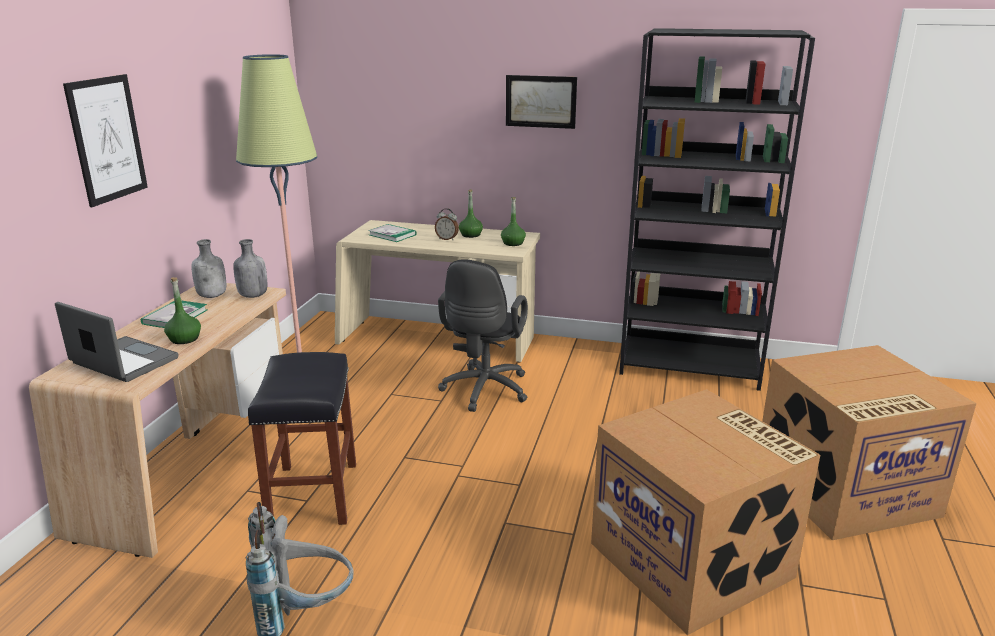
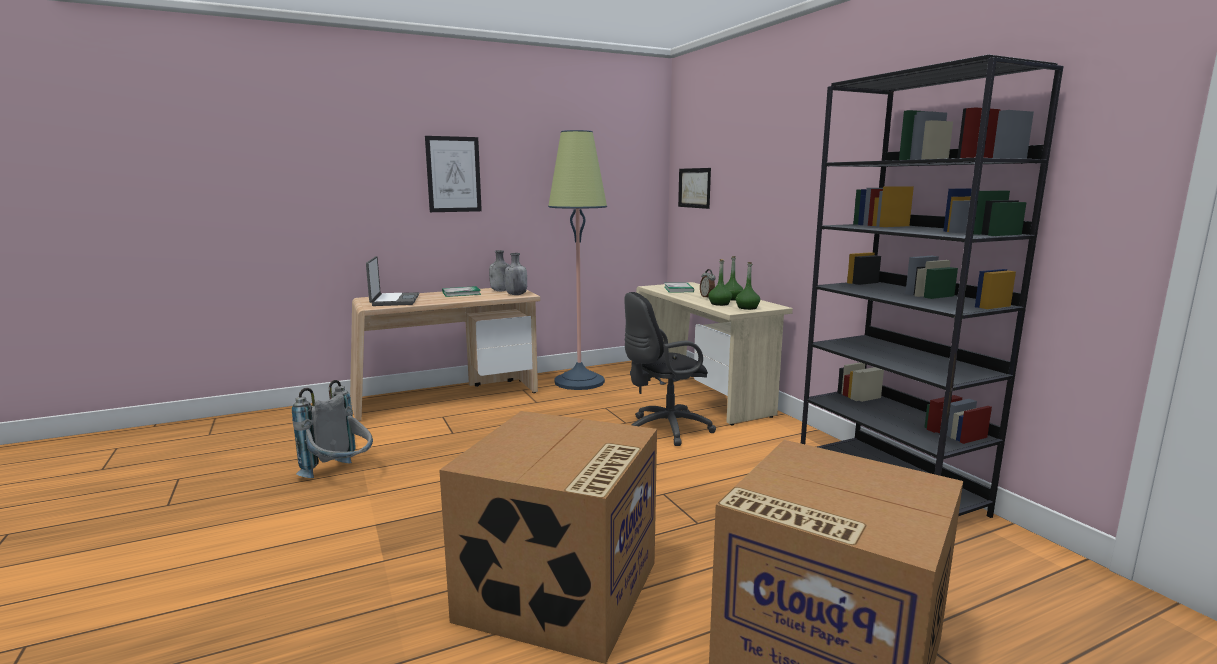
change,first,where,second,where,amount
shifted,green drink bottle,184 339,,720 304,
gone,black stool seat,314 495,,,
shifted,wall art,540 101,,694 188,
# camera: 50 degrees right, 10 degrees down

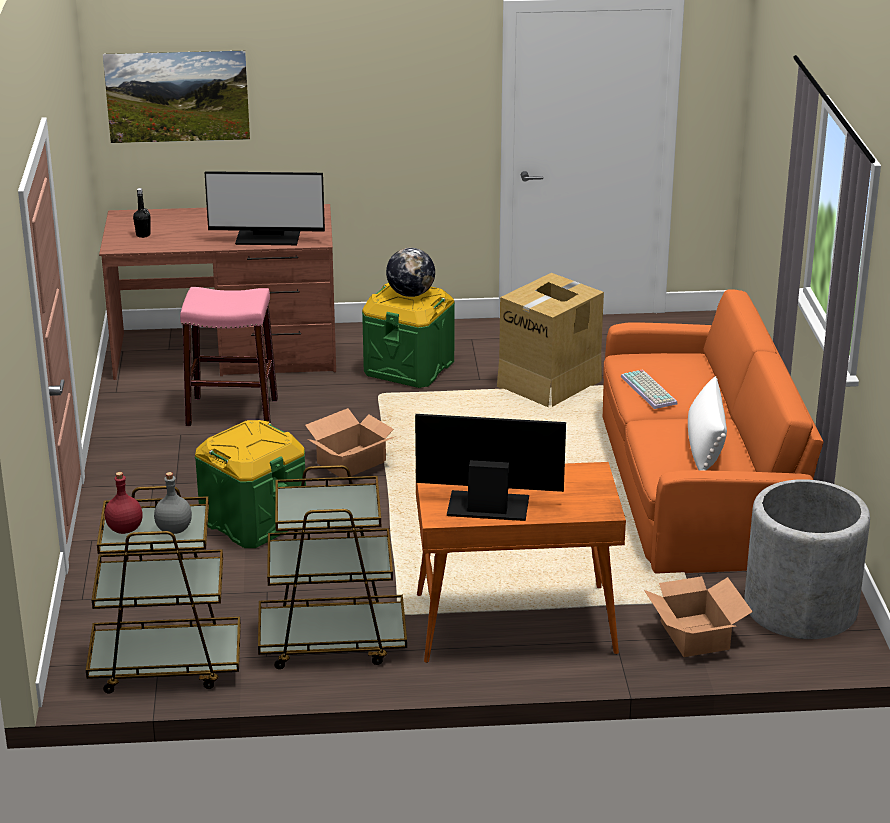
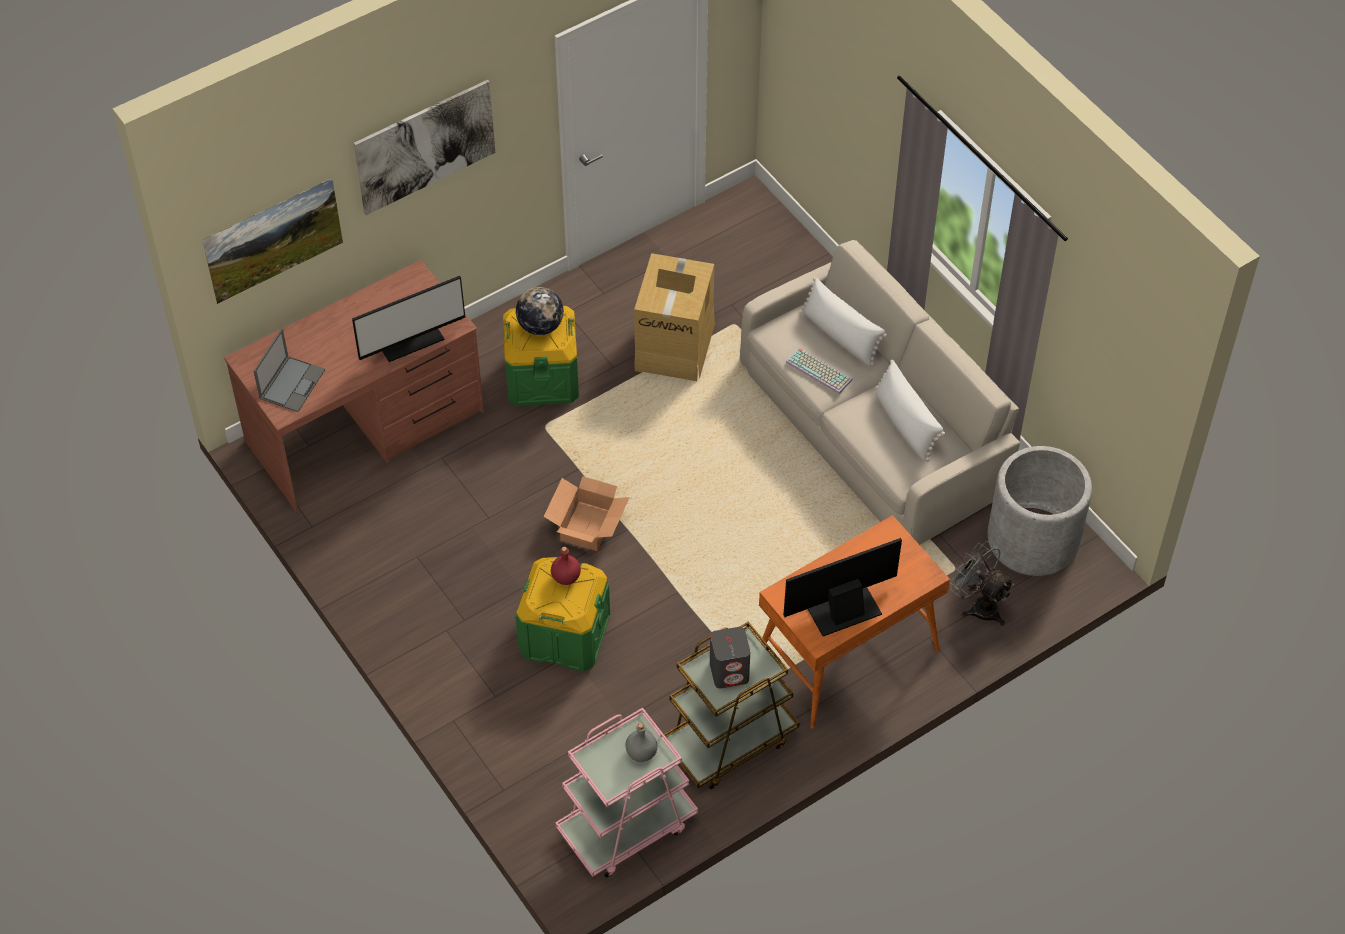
change,first,where,second,where,amount
repainted,brown wheeled cart,165 665,pinkish wheeled cart,626 826,
shifted,red-coloured drink bottle,124 529,,565 577,
swapped,black drink bottle,143 235,laptop,292 383,
gone,pinkish stool seat,232 412,,,
repainted,orangey sofa,698 482,beige sofa,874 424,
swapped,packing box,694 636,grey cooling fan,979 605,
new,,,wall art,425 146,
new,,,grey loudspeaker,729 672,
new,,,whitish cushion,840 335,
# camera: 30 degrees left, 25 degrees up

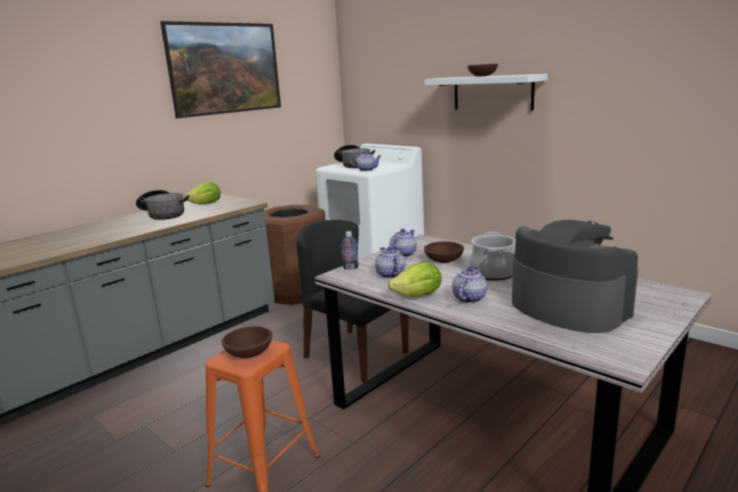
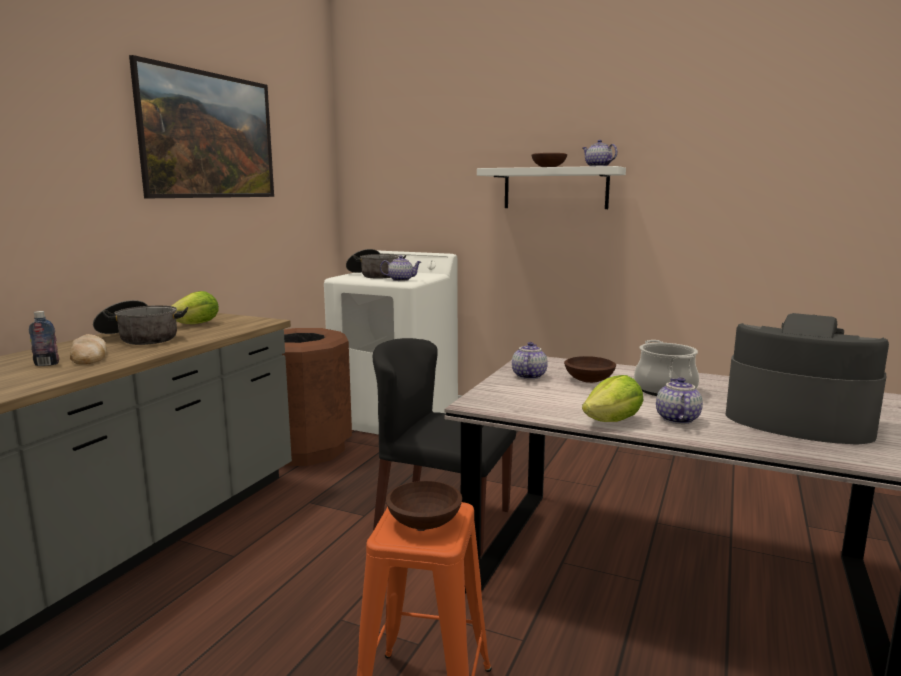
change,first,where,second,where,amount
shifted,drink bottle,351 268,,46 364,
shifted,tea pot,389 275,,597 166,
new,,,bakery bread,89 355,
# camera: 20 degrees left, 5 degrees down

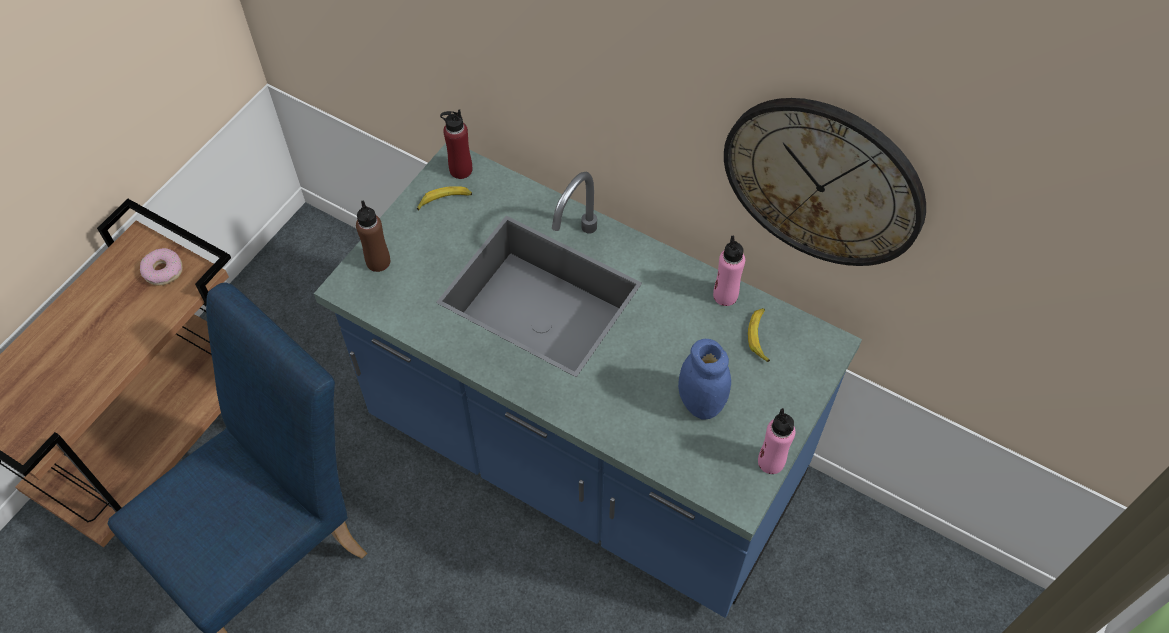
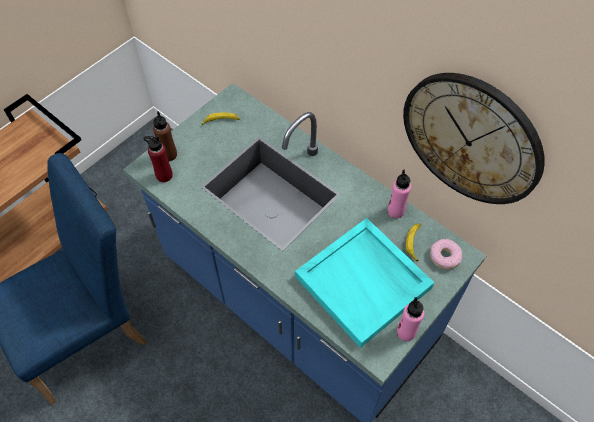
change,first,where,second,where,amount
shifted,donut,163 271,,445 256,
shifted,red-coloured drink bottle,460 170,,164 175,
swapped,blue storage jar,700 403,turquoise carrying tray,364 282,
# camera: 10 degrees right, 0 degrees up

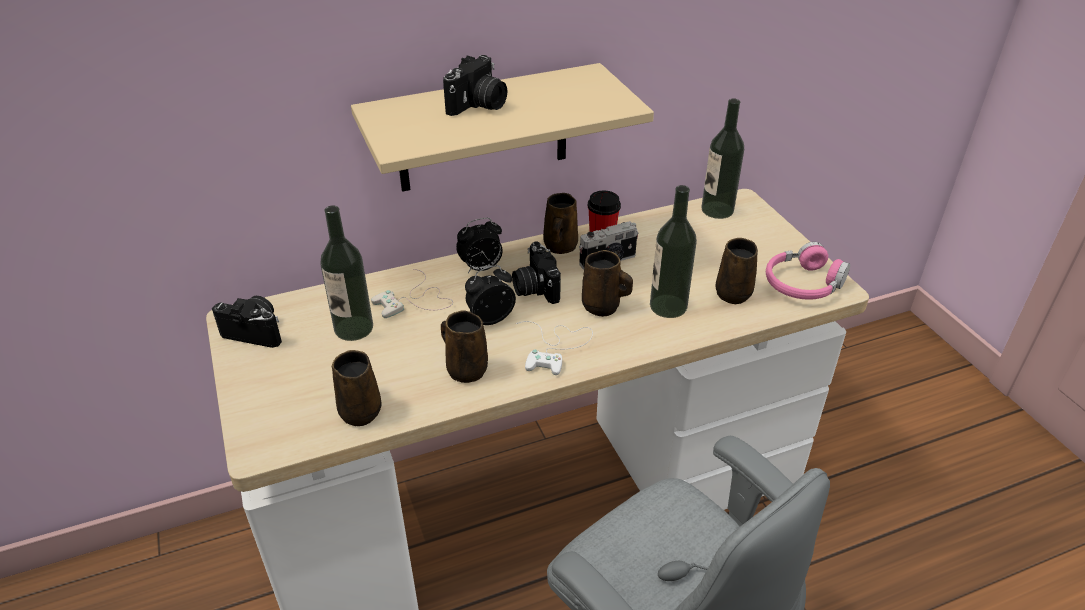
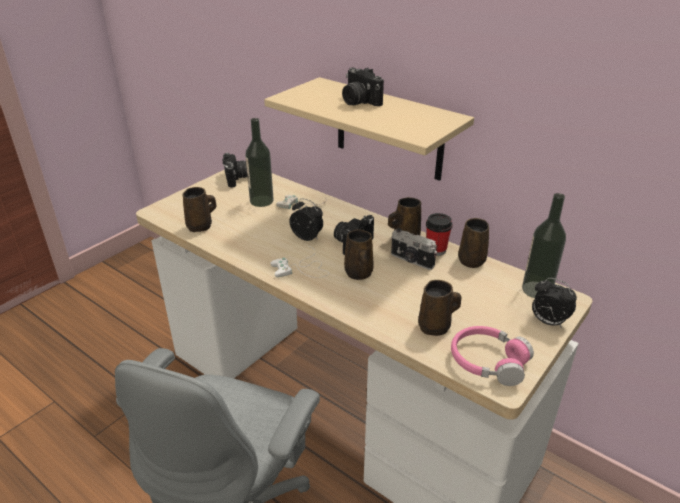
change,first,where,second,where,amount
shifted,brown mug,465 369,,472 260,
rotated,still camera,478 106,,358 101,45 degrees clockwise
shifted,bedside clock,481 268,,547 322,
gone,drink bottle,668 306,,,
# camera: 60 degrees right, 5 degrees down

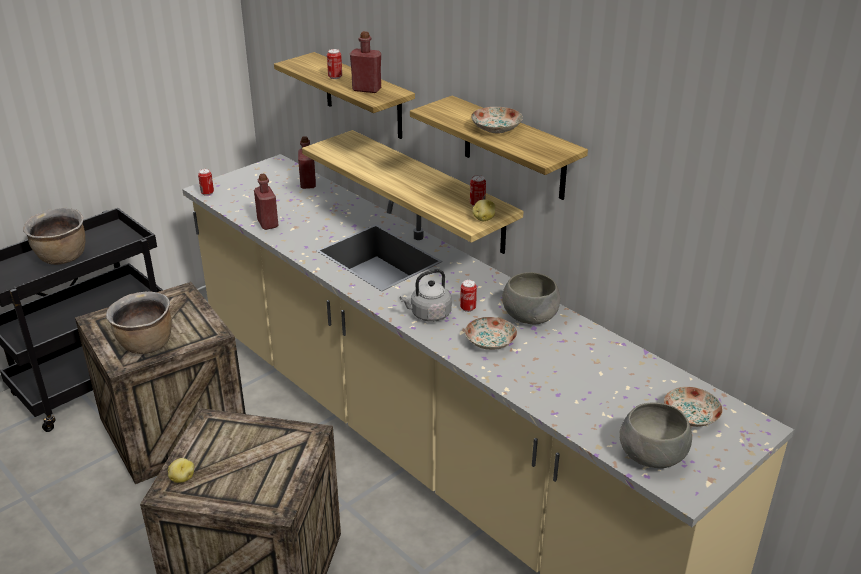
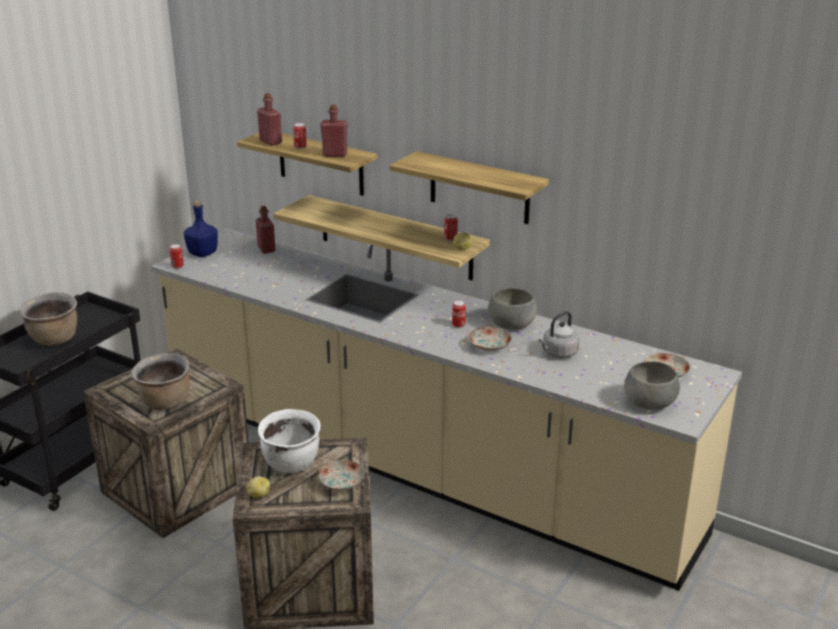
change,first,where,second,where,amount
shifted,red-coloured drink bottle,268 223,,270 142,
shifted,grey tea kettle,428 315,,558 353,
shifted,flat dish,496 128,,341 483,
new,,,blue drink bottle,202 253,
new,,,whitish saucepot,292 464,
# camera: 15 degrees left, 5 degrees down

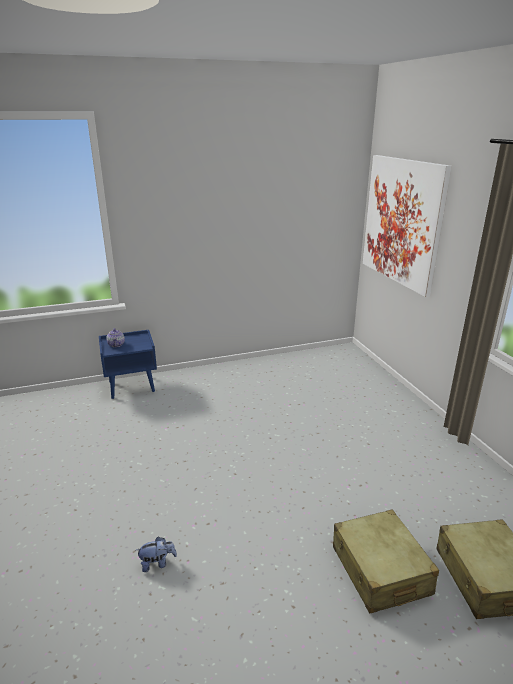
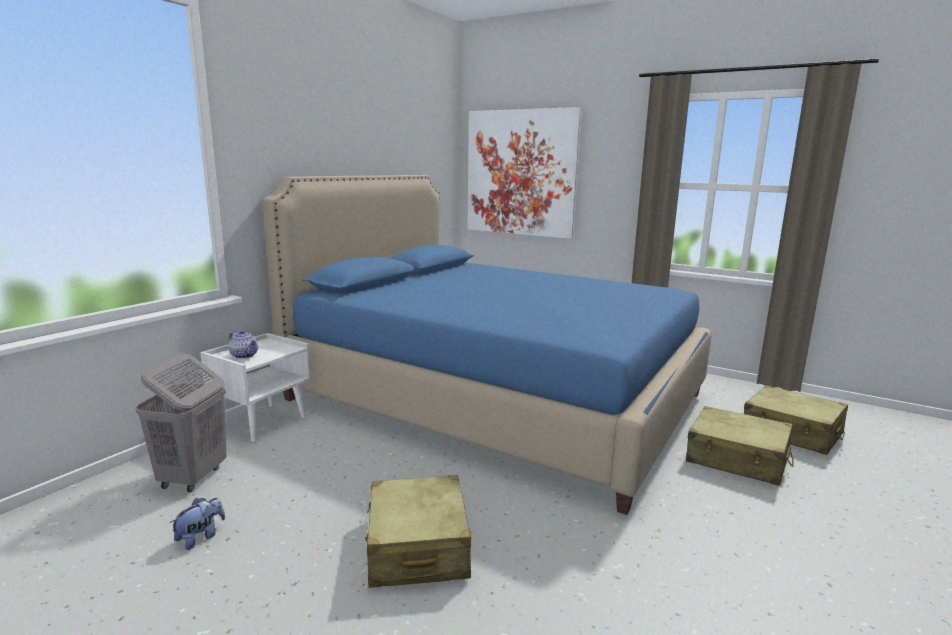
change,first,where,second,where,amount
repainted,blue nightstand,132 386,whitish nightstand,263 422,
shifted,soft toy,157 563,,200 537,
new,,,grey laundry basket,192 478,
new,,,blue sleeping bed,496 397,
new,,,beige piece of luggage,417 547,
# camera: 40 degrees left, 10 degrees down

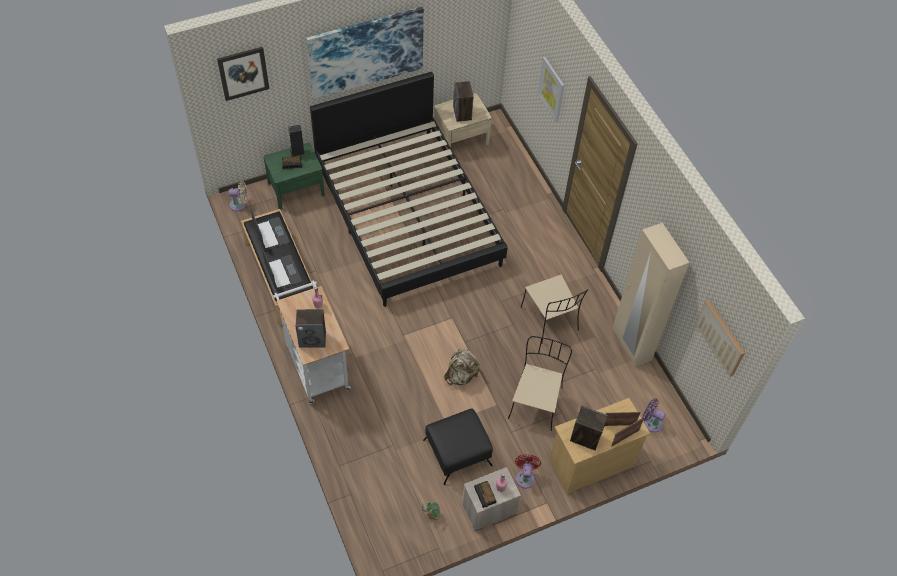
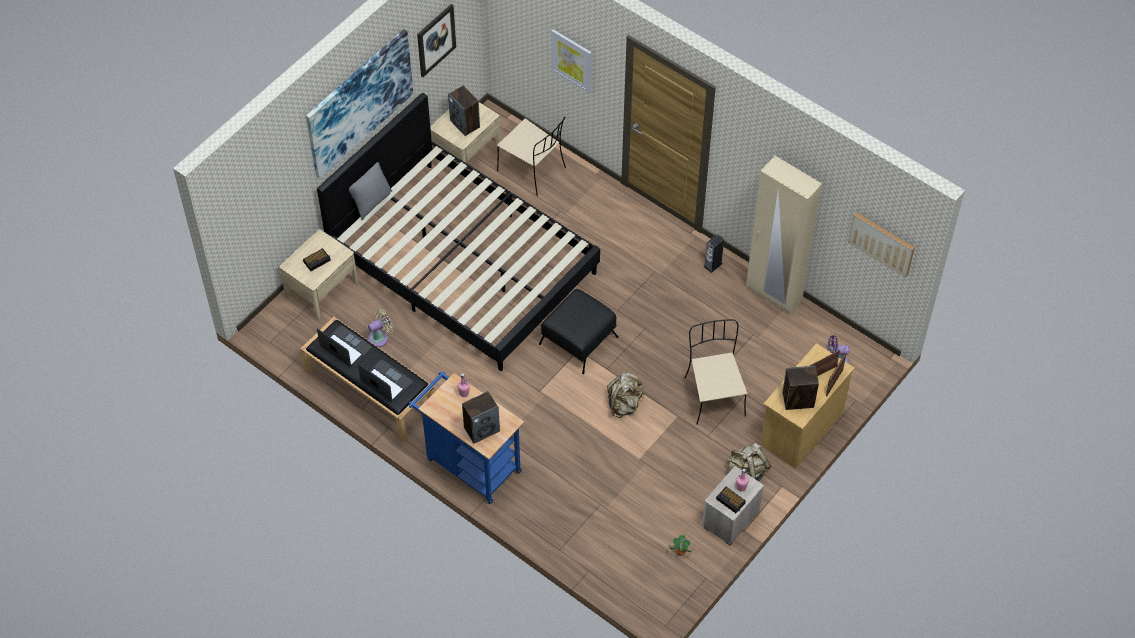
change,first,where,second,where,amount
shifted,wall art,243 73,,436 40,
shifted,beige cooling fan,239 204,,380 337,
repainted,green nightstand,296 188,beige nightstand,321 288,
repainted,whitish wheeled cart,316 364,blue wheeled cart,469 463,
shifted,loudspeaker,297 152,,713 265,
shifted,black ottoman,458 452,,579 340,
swapped,red-coloured cooling fan,525 477,beige rucksack,747 472,
shifted,beige upright chair,550 320,,533 170,
new,,,grey cushion,371 202,
# camera: 25 degrees left, 0 degrees up

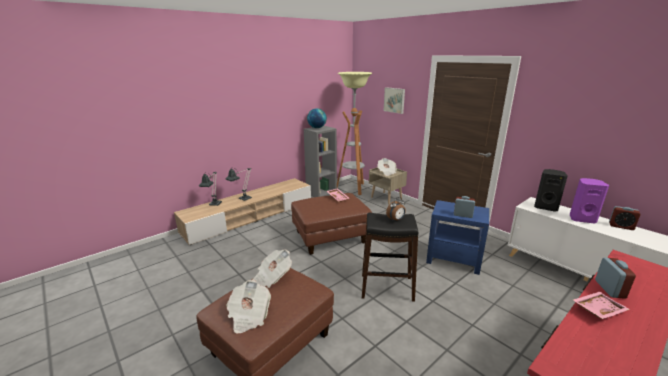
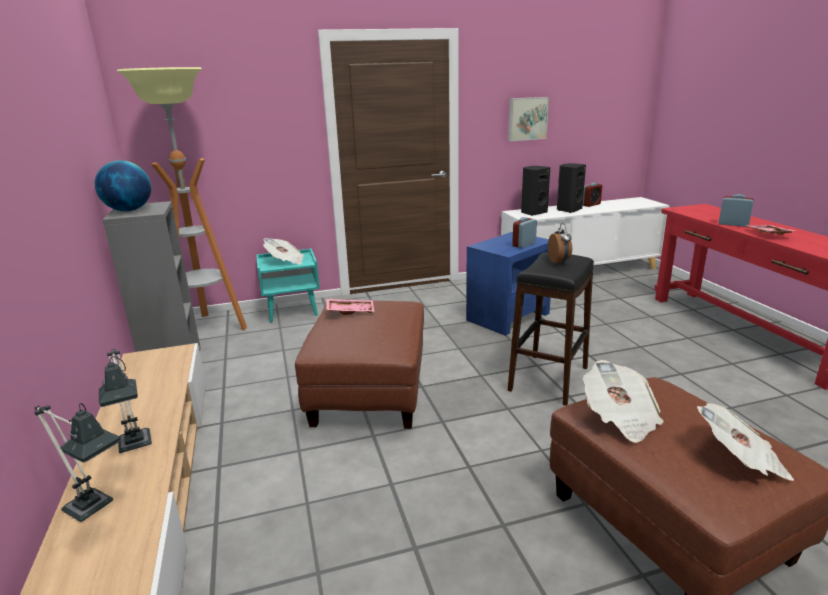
change,first,where,second,where,amount
repainted,beige nightstand,386 198,turquoise nightstand,293 311,
shifted,wall art,394 100,,527 118,
repainted,purple-coloured loudspeaker,581 219,black loudspeaker,568 210,
# camera: 65 degrees left, 0 degrees up

